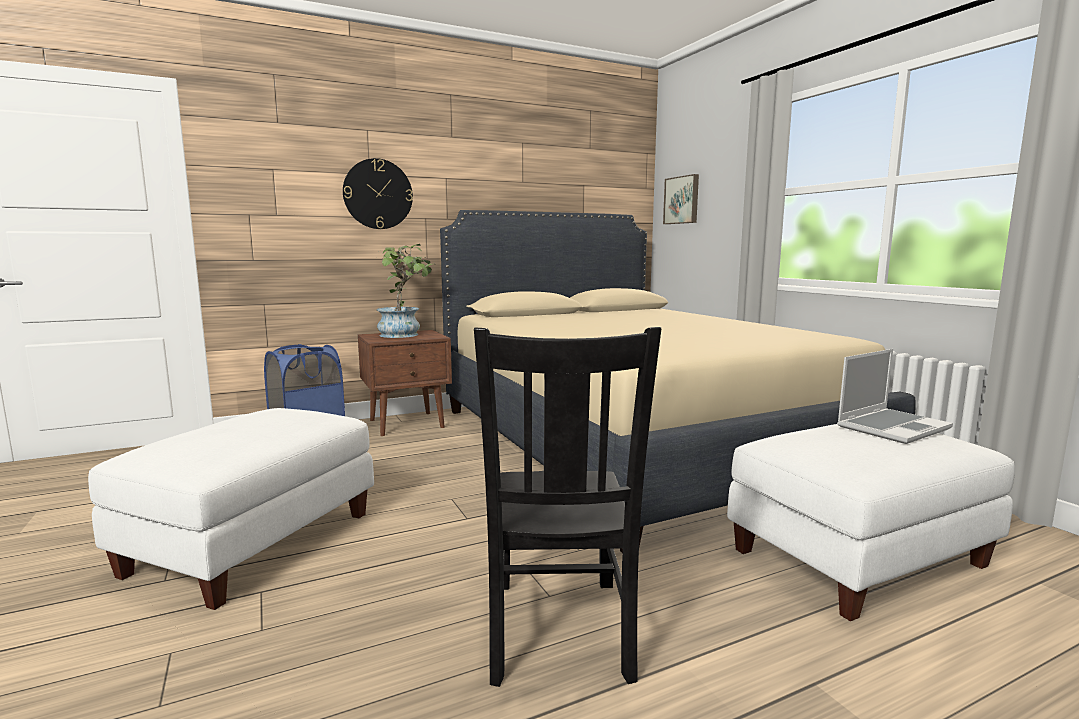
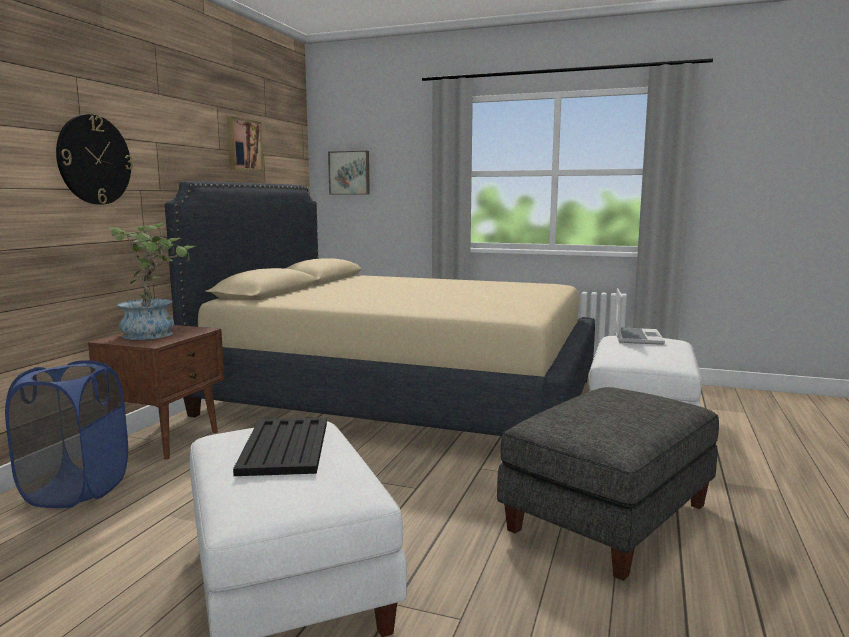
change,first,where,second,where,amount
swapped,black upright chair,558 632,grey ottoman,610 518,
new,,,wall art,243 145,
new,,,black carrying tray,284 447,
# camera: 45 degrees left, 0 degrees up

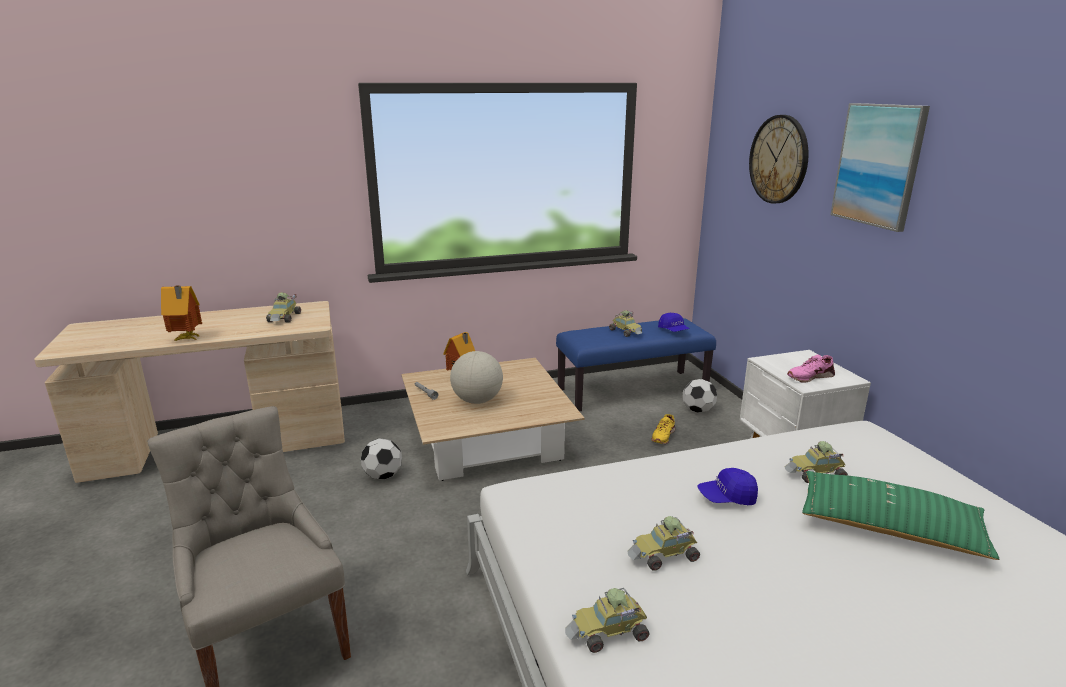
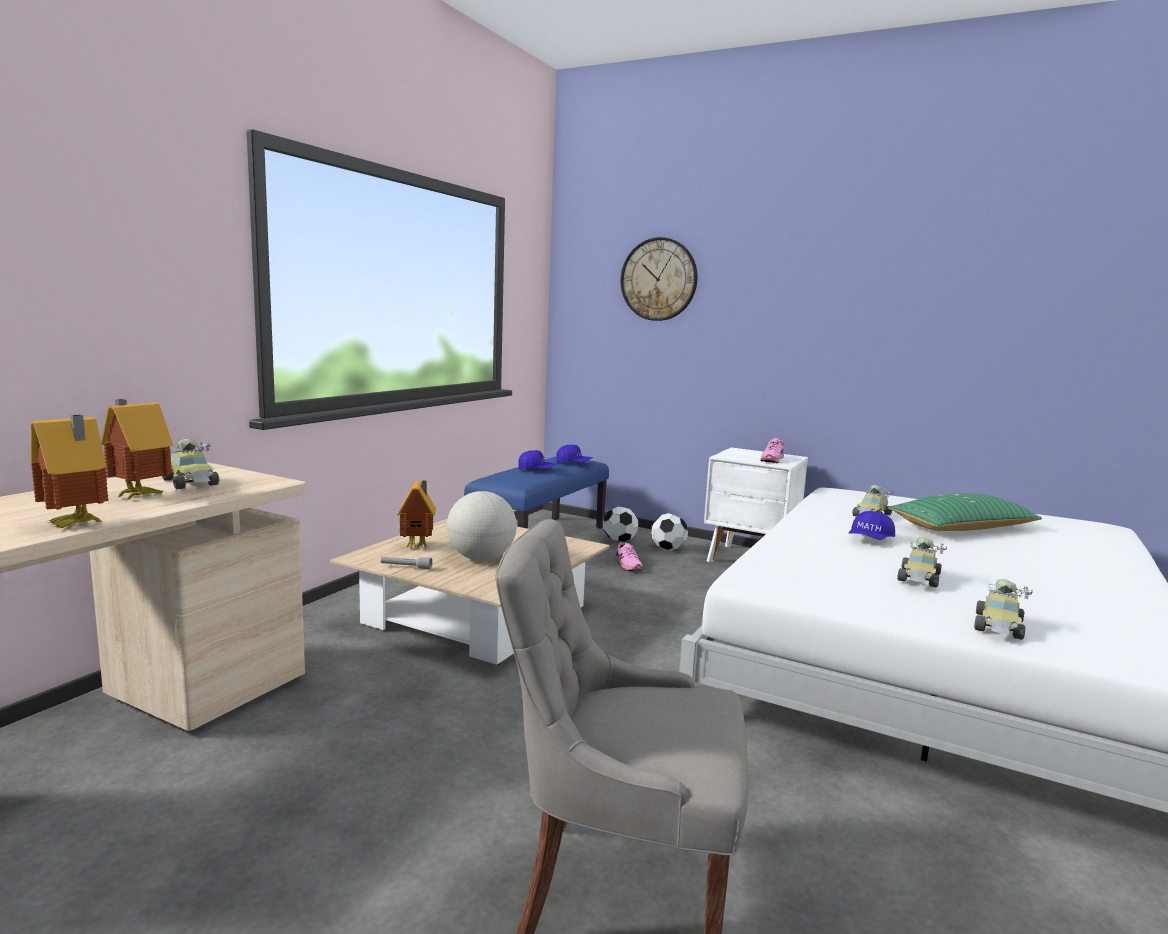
change,first,where,second,where,amount
shifted,ball for football,383 476,,668 549,
swapped,toy car,626 331,blue baseball cap,537 470,
repainted,yellowish item of footwear,663 436,pinkish item of footwear,627 565,
gone,wall art,878 165,,,
new,,,miniature house,139 496,
# camera: 45 degrees left, 10 degrees down

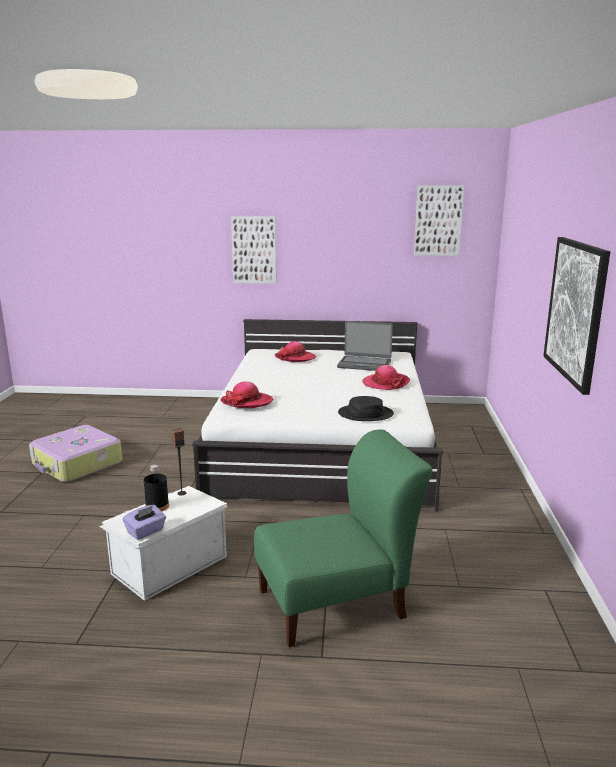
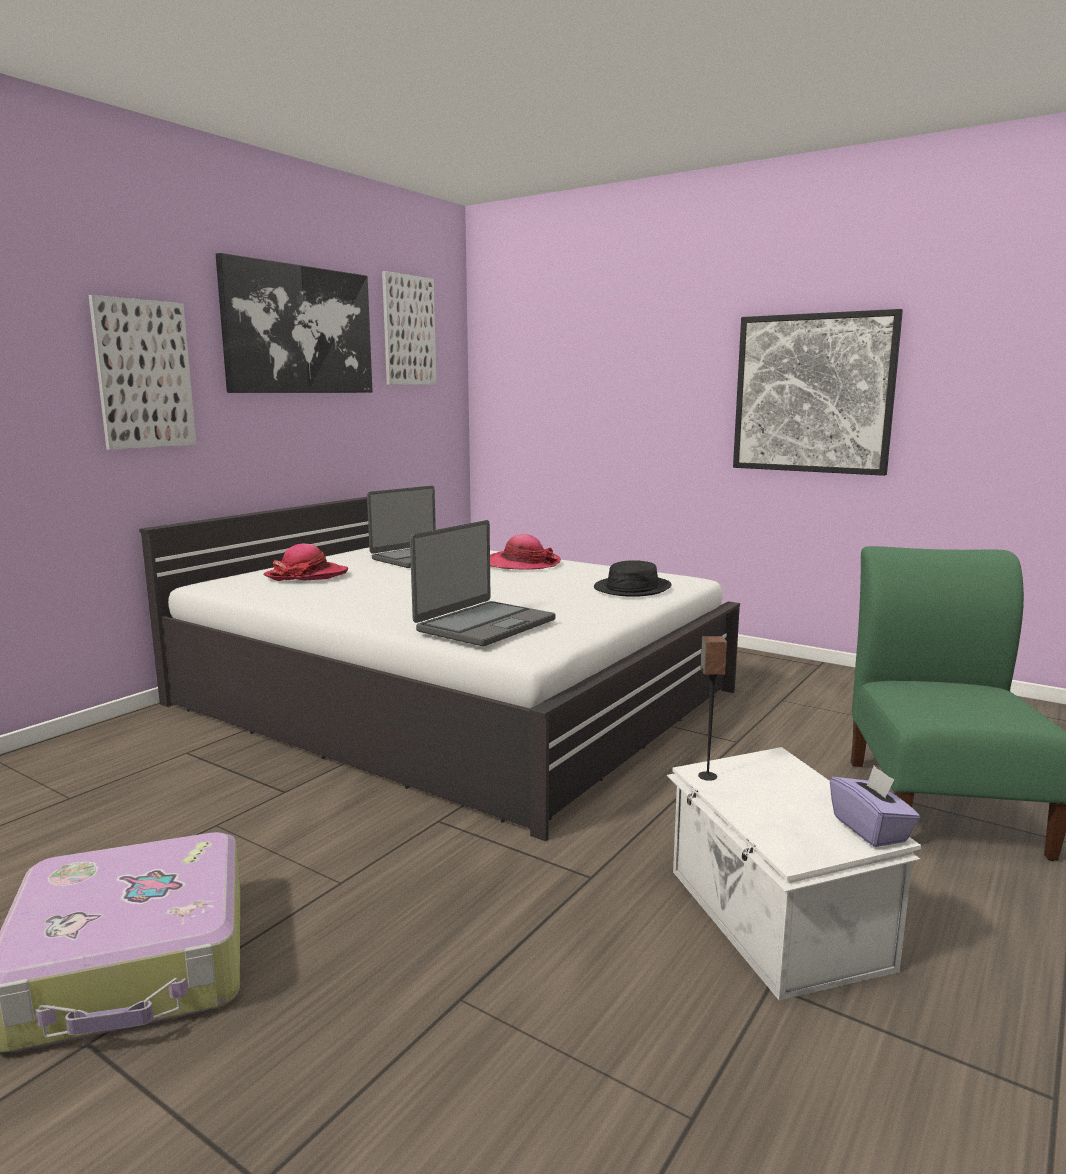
change,first,where,second,where,amount
gone,black drink bottle,157 506,,,
swapped,clothing hat,246 402,laptop,484 625,
new,,,wall art,299 330,
# camera: 60 degrees left, 5 degrees down

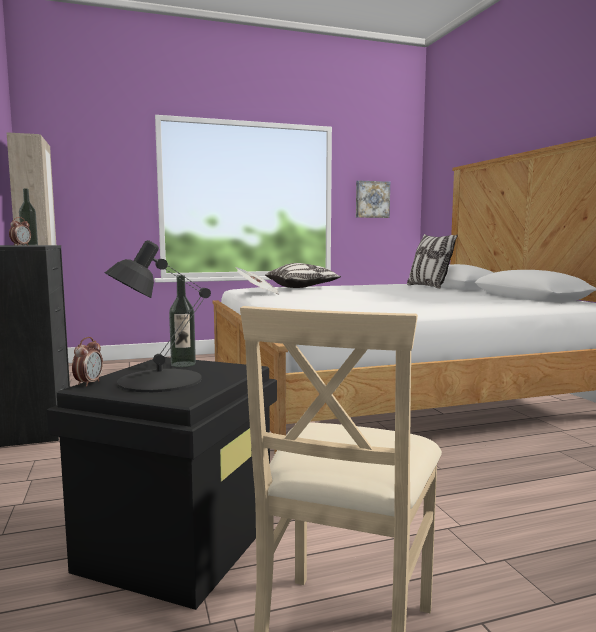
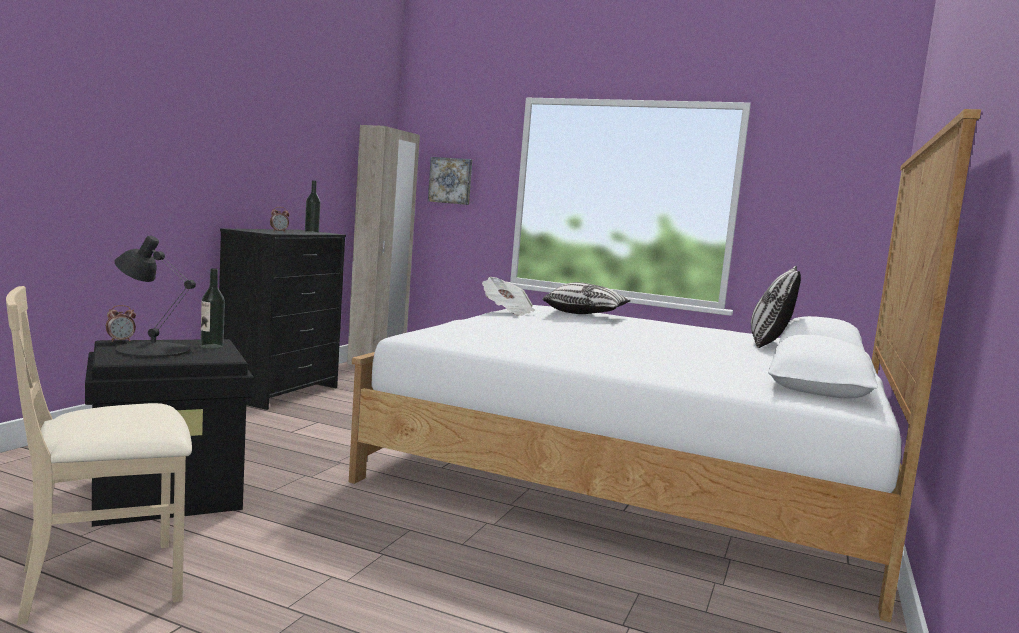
change,first,where,second,where,amount
shifted,wall art,372 199,,451 180,
# camera: 40 degrees right, 0 degrees up

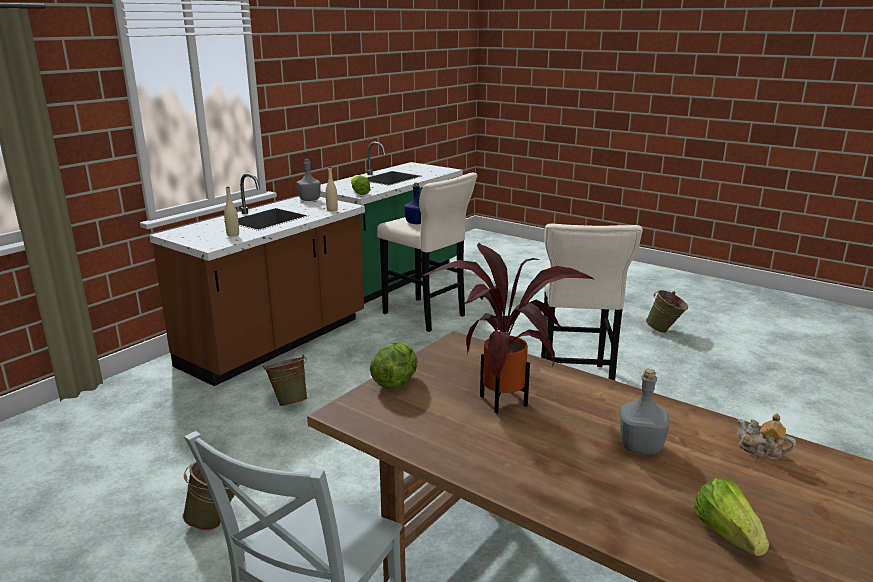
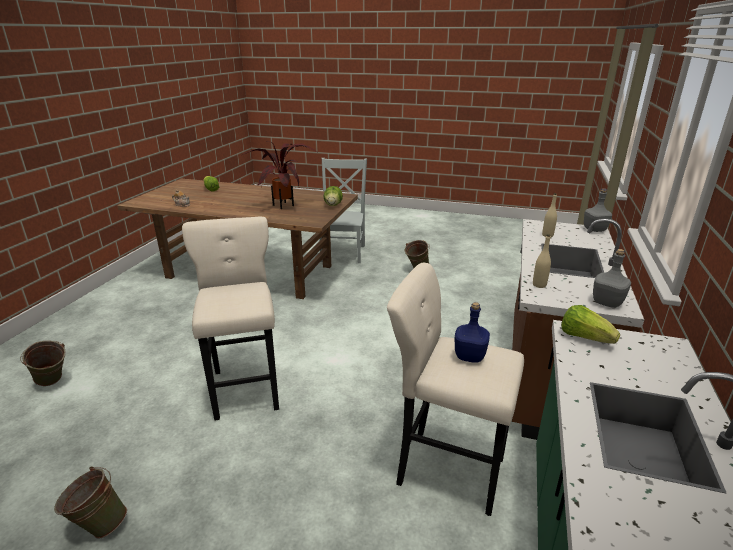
change,first,where,second,where,amount
shifted,green pail,289 401,,53 383,
shifted,grey drink bottle,640 446,,594 230,
# camera: 160 degrees right, 5 degrees up

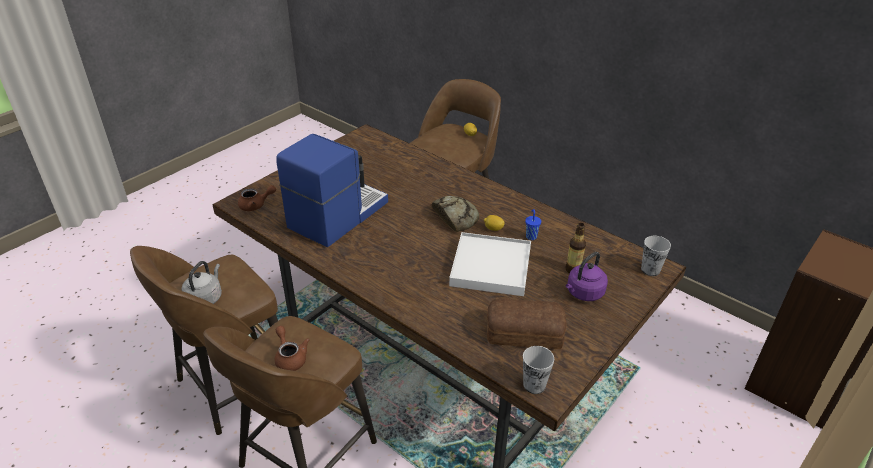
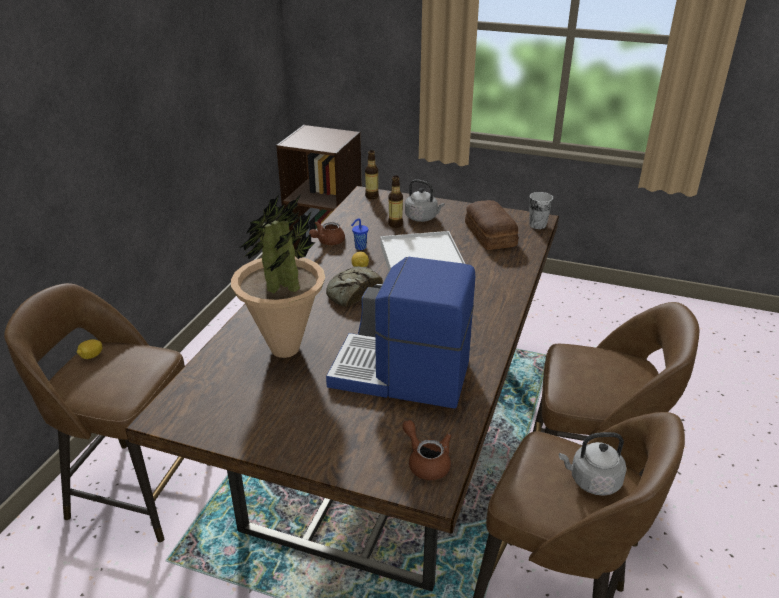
change,first,where,second,where,amount
shifted,brown tea pot,290 357,,327 242,
repainted,purple-coloured tea kettle,583 293,grey tea kettle,422 218,
swapped,small cup,650 270,drink bottle,372 196,
new,,,plant in a pot,285 348,
# camera: 110 degrees left, 5 degrees down

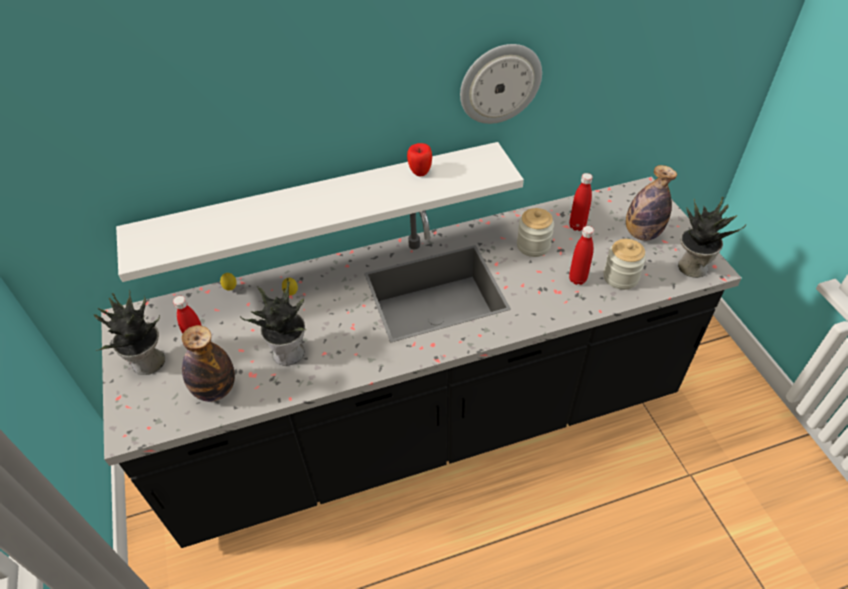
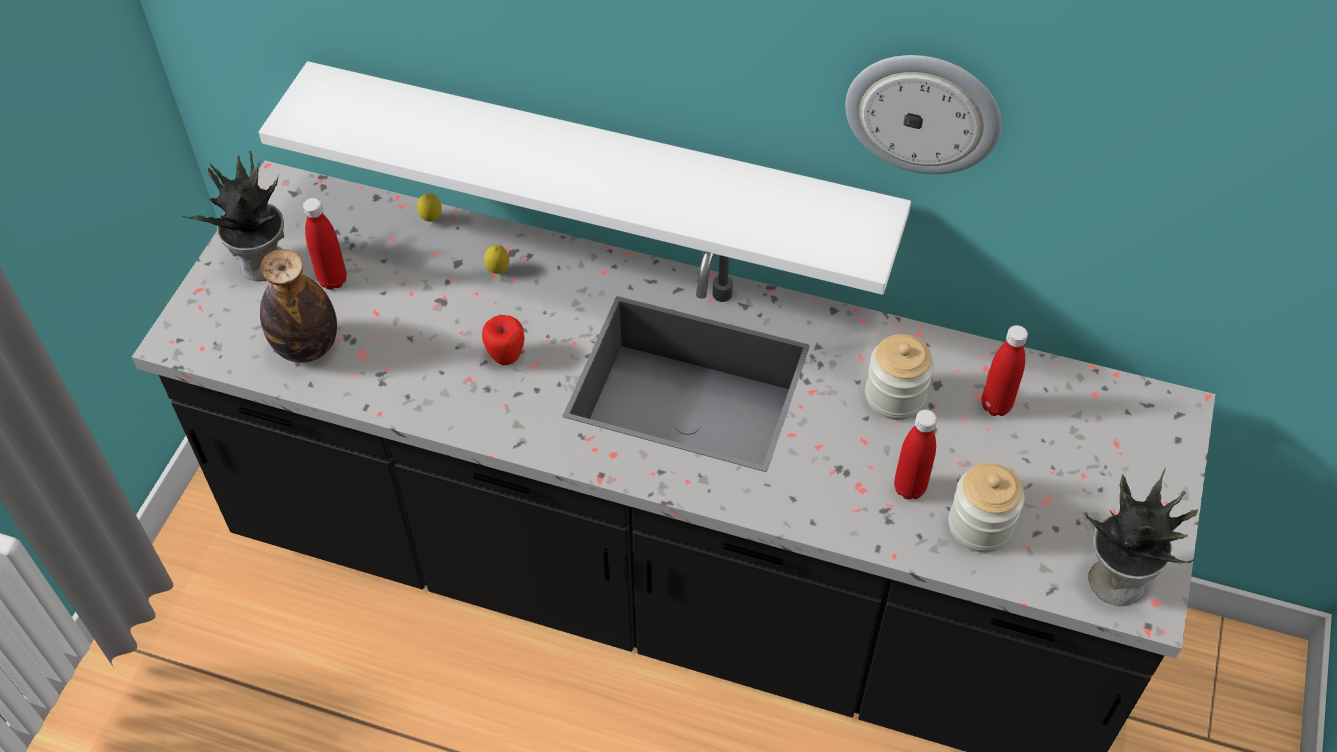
change,first,where,second,where,amount
gone,plant in a pot,290 352,,,
shifted,whole apple,420 172,,506 356,
gone,drink bottle,642 233,,,
# camera: 35 degrees right, 5 degrees up

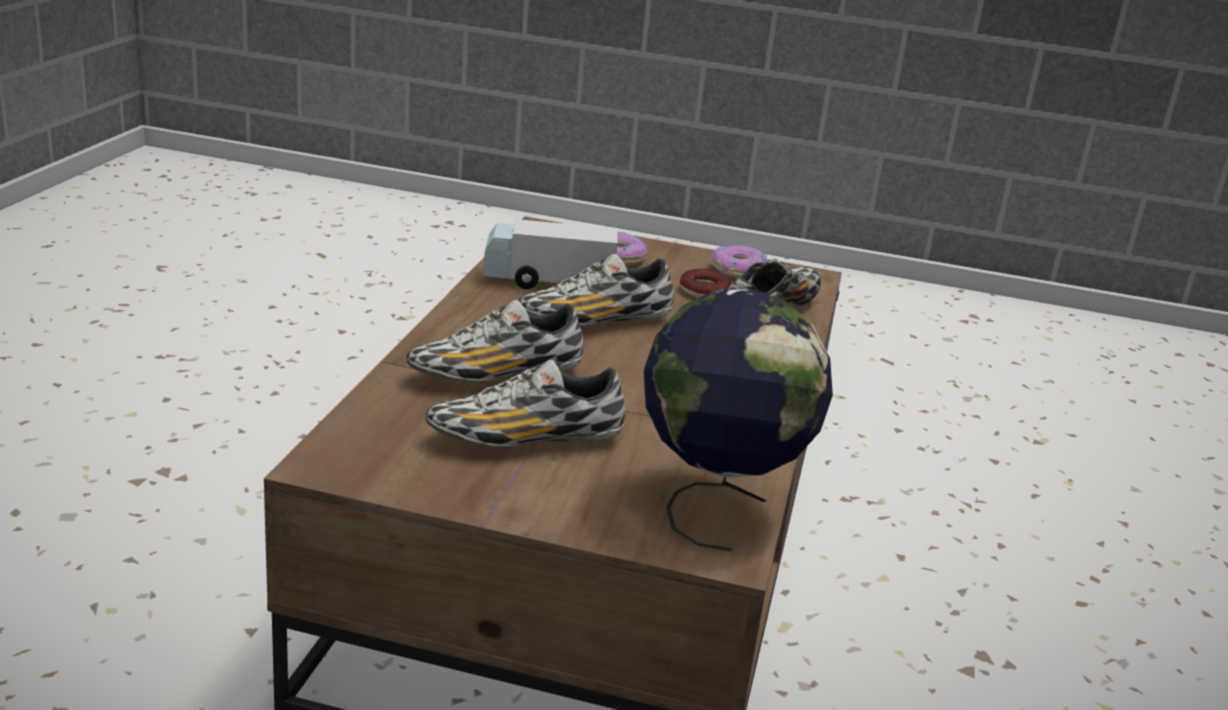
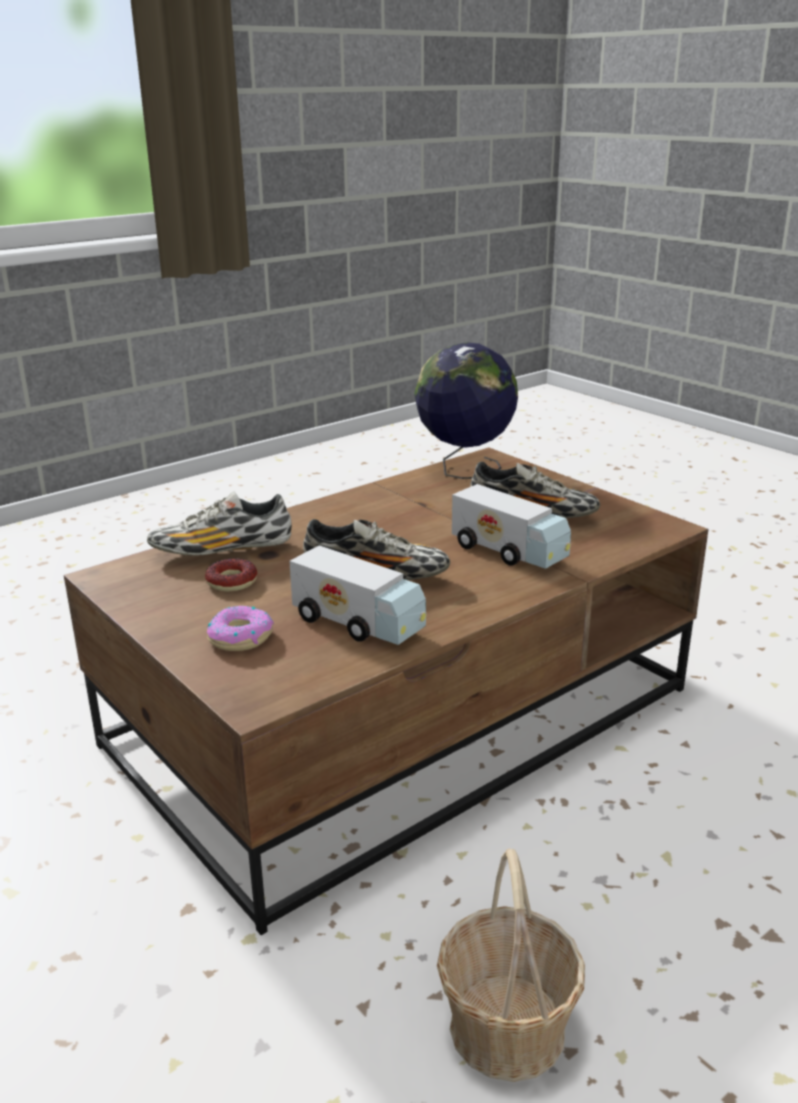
change,first,where,second,where,amount
swapped,item of footwear,496 376,toy truck,509 552,
gone,donut,738 270,,,
new,,,household basket,506 1029,
# camera: 140 degrees left, 0 degrees up

